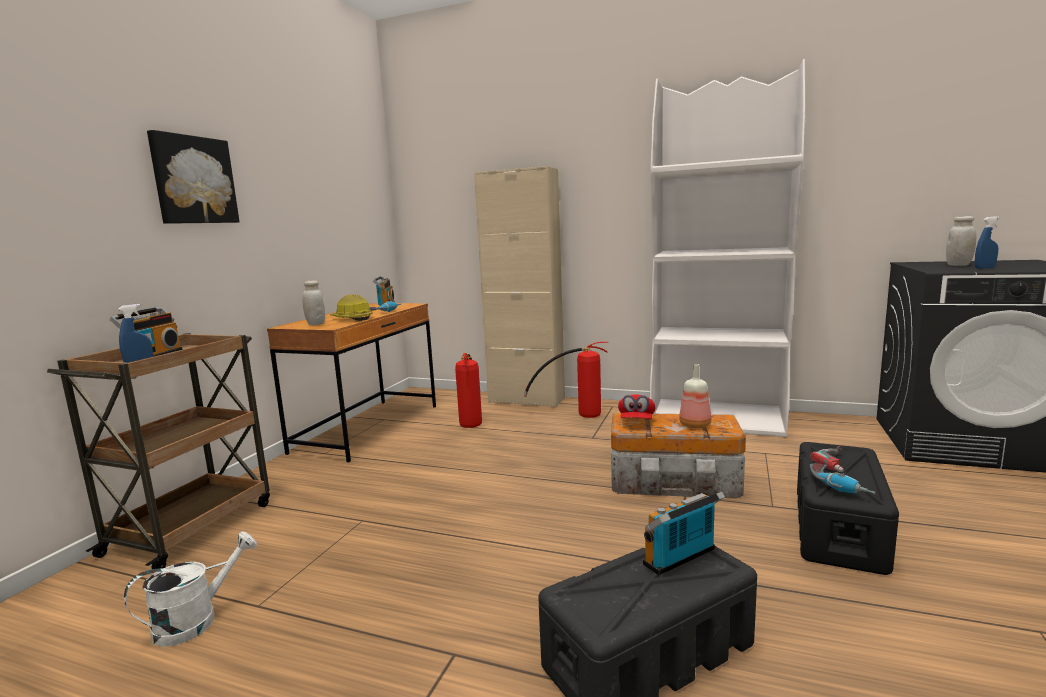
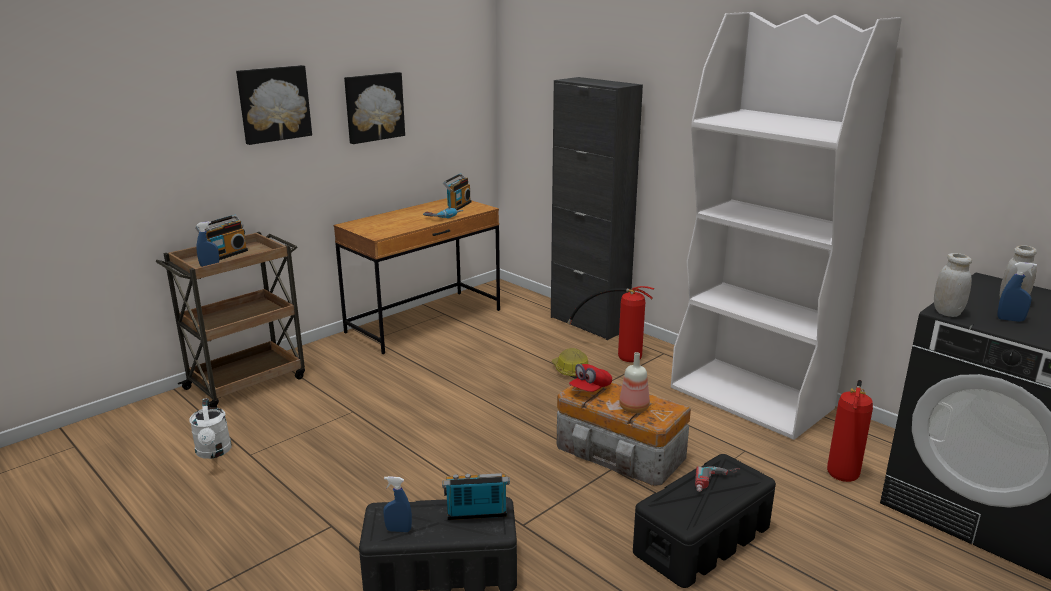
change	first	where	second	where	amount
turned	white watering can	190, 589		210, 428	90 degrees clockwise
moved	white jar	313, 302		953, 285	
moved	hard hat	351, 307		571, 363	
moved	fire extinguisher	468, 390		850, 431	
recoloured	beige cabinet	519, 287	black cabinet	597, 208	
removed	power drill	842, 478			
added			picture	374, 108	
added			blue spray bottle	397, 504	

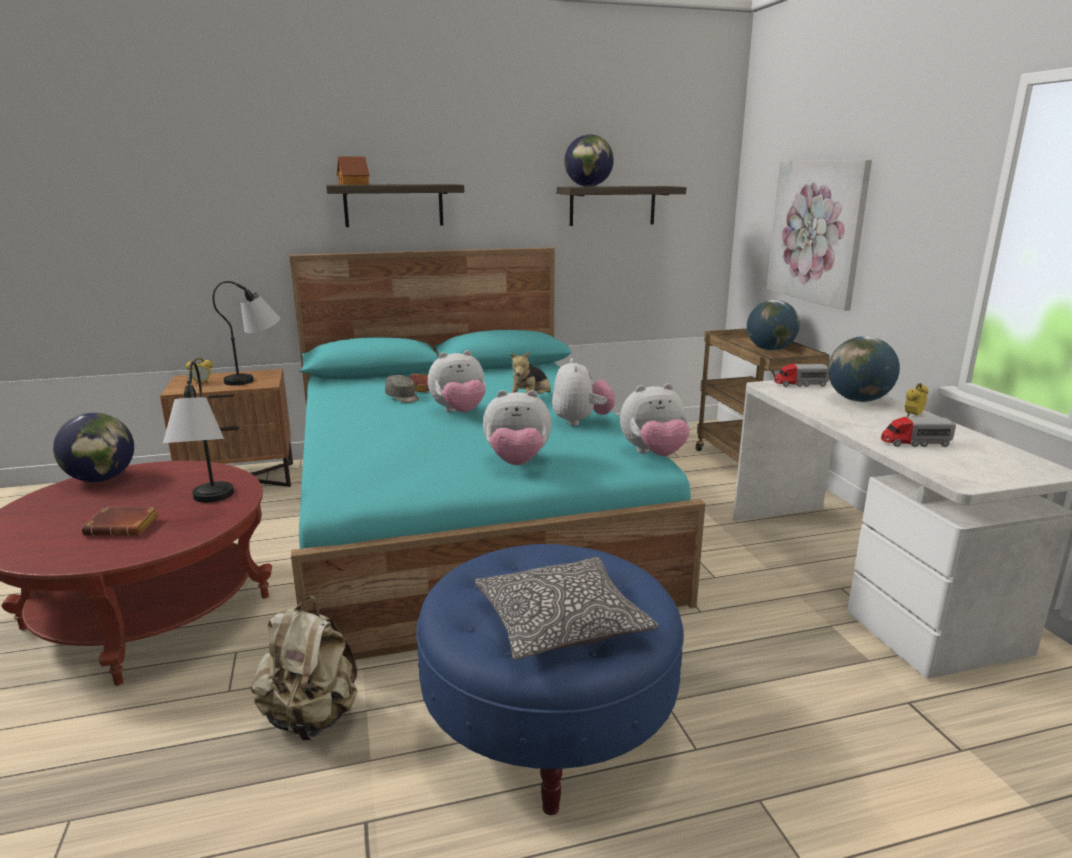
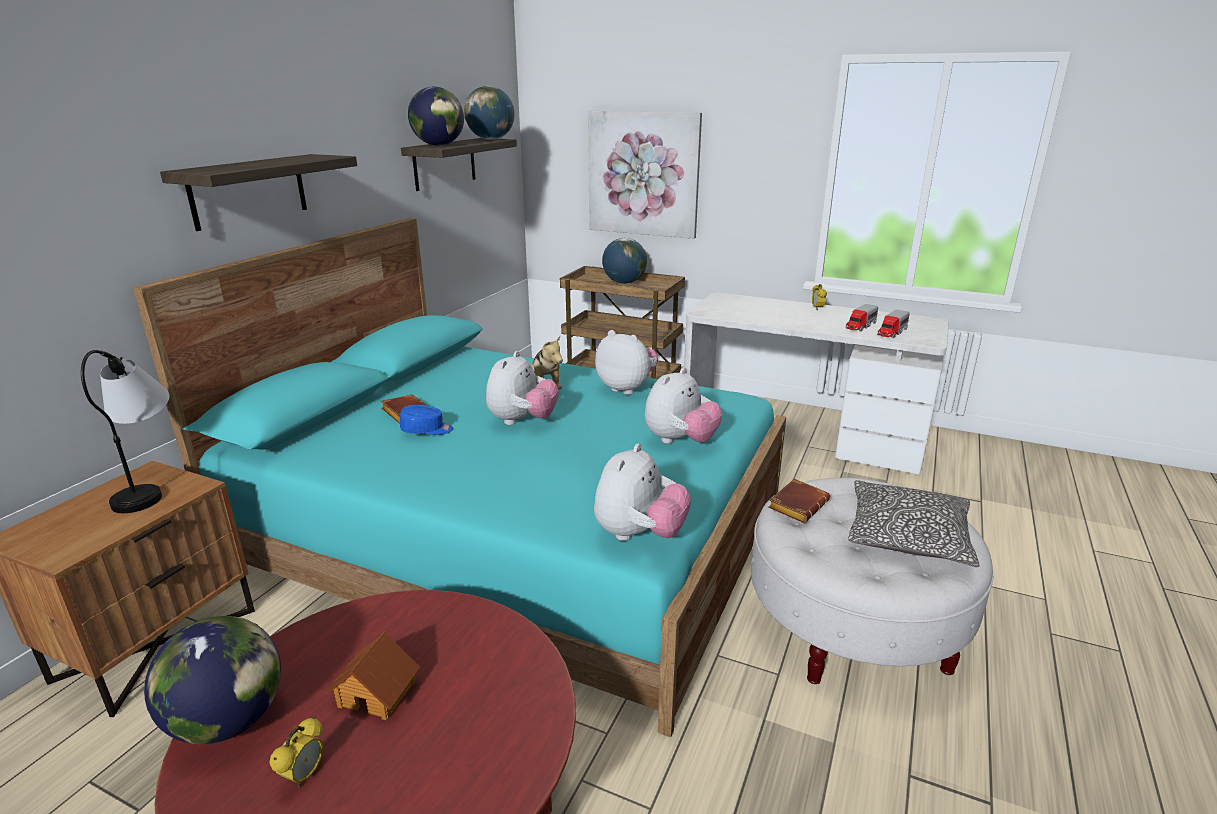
change	first	where	second	where	amount
moved	brown book	120, 521		799, 501	
removed	table lamp	198, 432			
moved	alarm clock	199, 371		296, 752	
removed	beige backpack	304, 668			
moved	toy house	353, 170		372, 676	
recoloured	grey cap	402, 389	blue cap	426, 420	
recoloured	blue ottoman	550, 679	white ottoman	872, 581	
moved	plush toy	655, 419		642, 492	
moved	toy truck	801, 375		893, 324	
moved	globe	864, 369		489, 113	

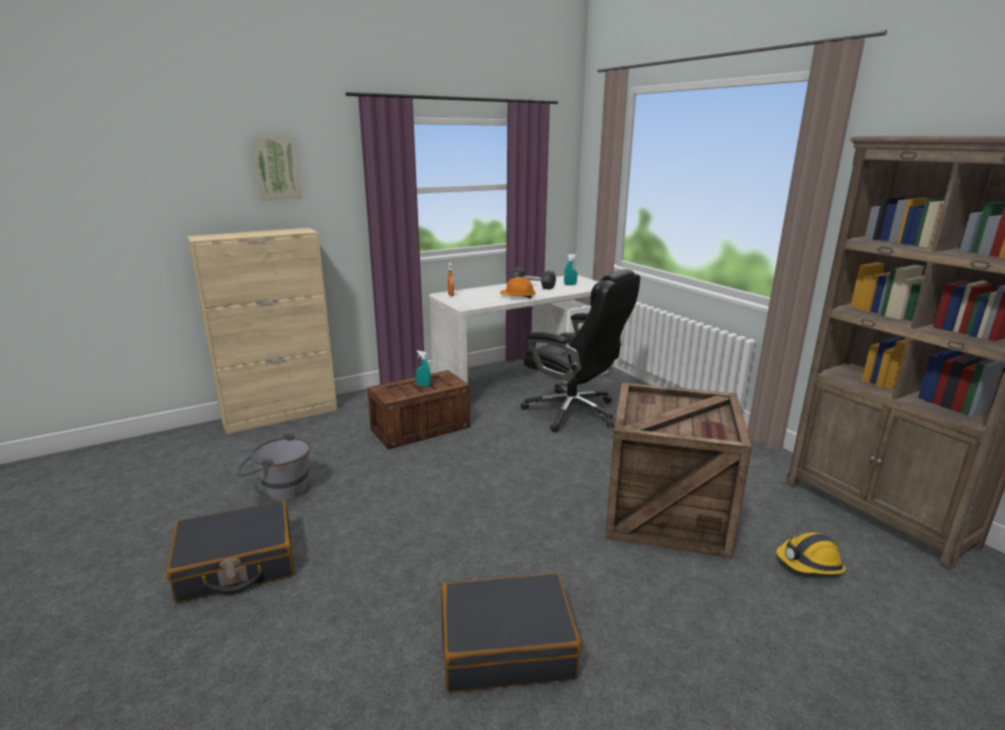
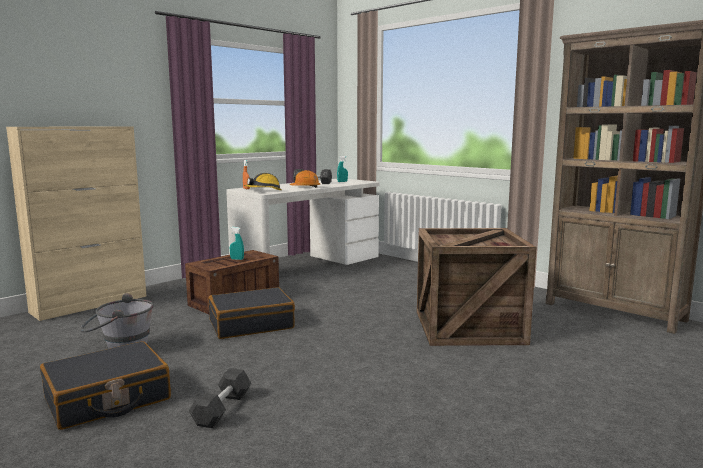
change	first	where	second	where	amount
removed	picture	276, 169			
moved	black suitcase	511, 632		252, 313	
removed	black office chair	580, 350			
moved	hard hat	811, 553		263, 181	
added			black dumbbell	220, 398	

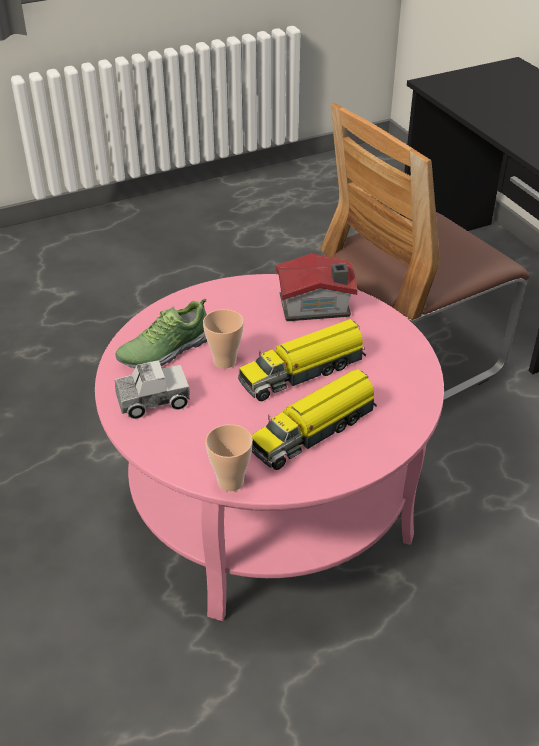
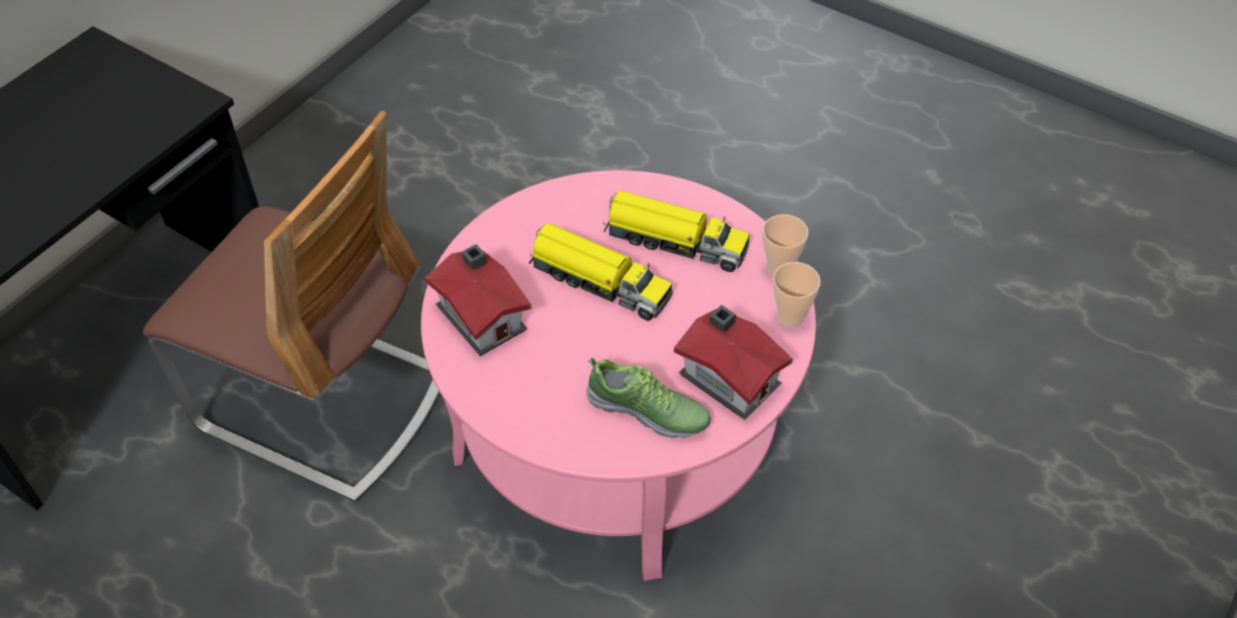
change	first	where	second	where	amount
replaced	toy truck	152, 389	toy house	733, 362	
moved	cup	223, 339		797, 295	

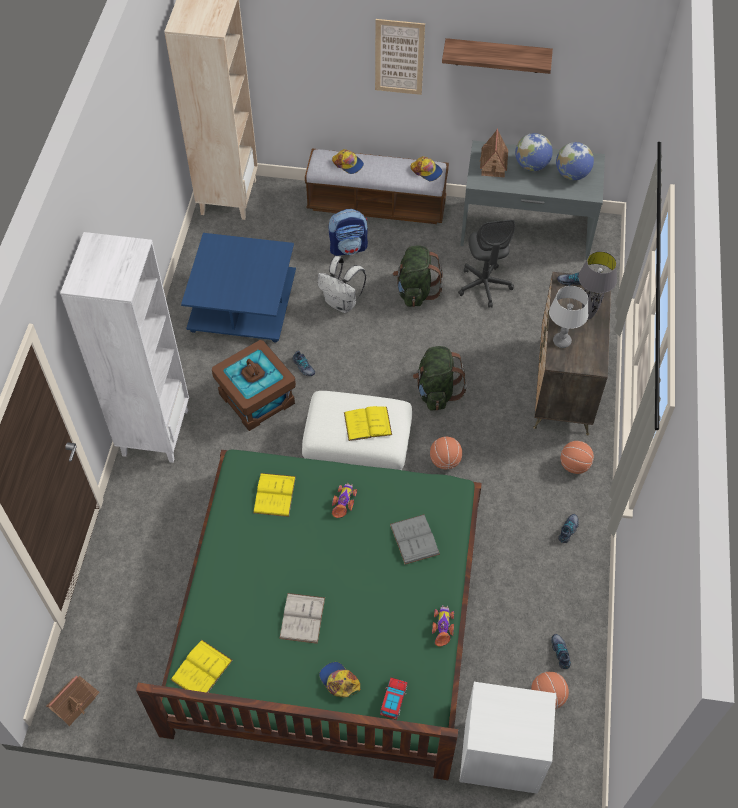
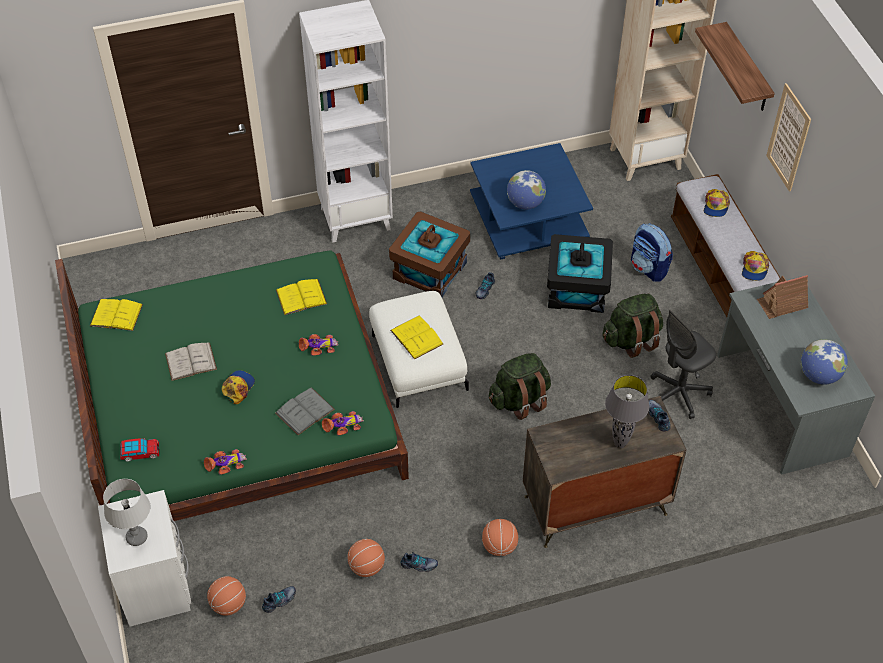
change	first	where	second	where	amount
removed	toy house	73, 701			
replaced	white backpack	342, 284	black storage box	580, 273	
moved	cap	339, 680		238, 387	
moved	basketball	446, 453		366, 558	
moved	shelf	497, 56		735, 66	
moved	globe	534, 152		526, 189	
moved	grey table lamp	568, 317		126, 512	
added			toy car	343, 423	

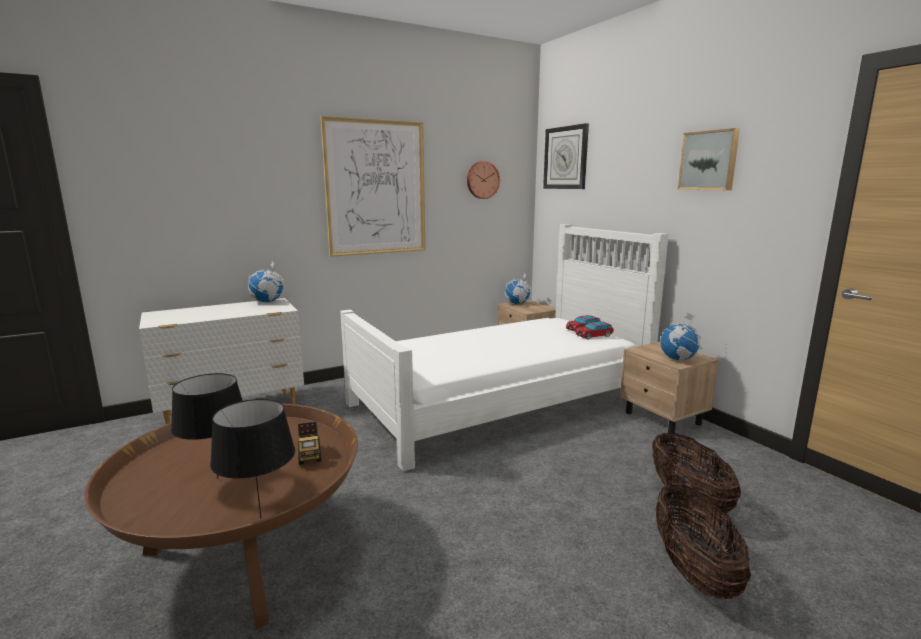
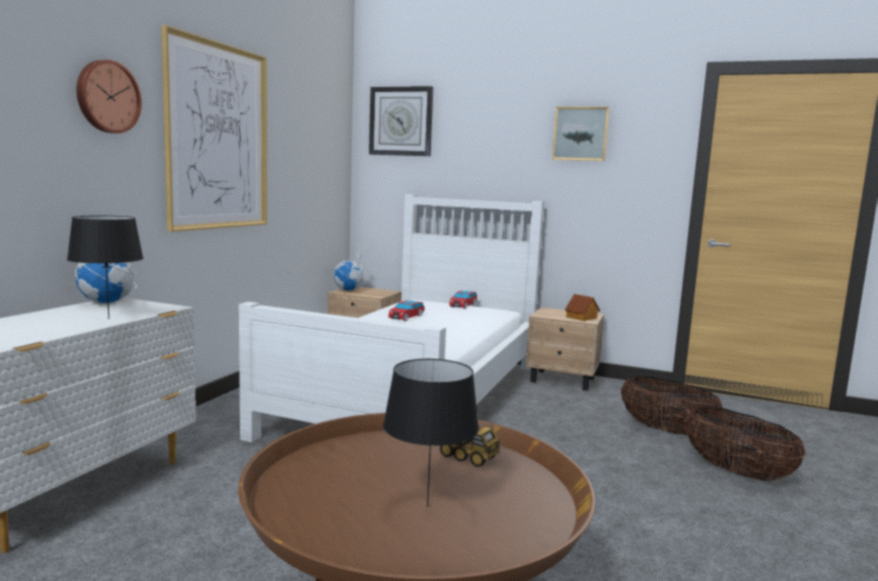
change	first	where	second	where	amount
moved	black table lamp	252, 459		105, 267	
moved	wall clock	483, 180		109, 96	
moved	toy car	595, 330		407, 310	
replaced	globe	681, 336	toy house	582, 307	

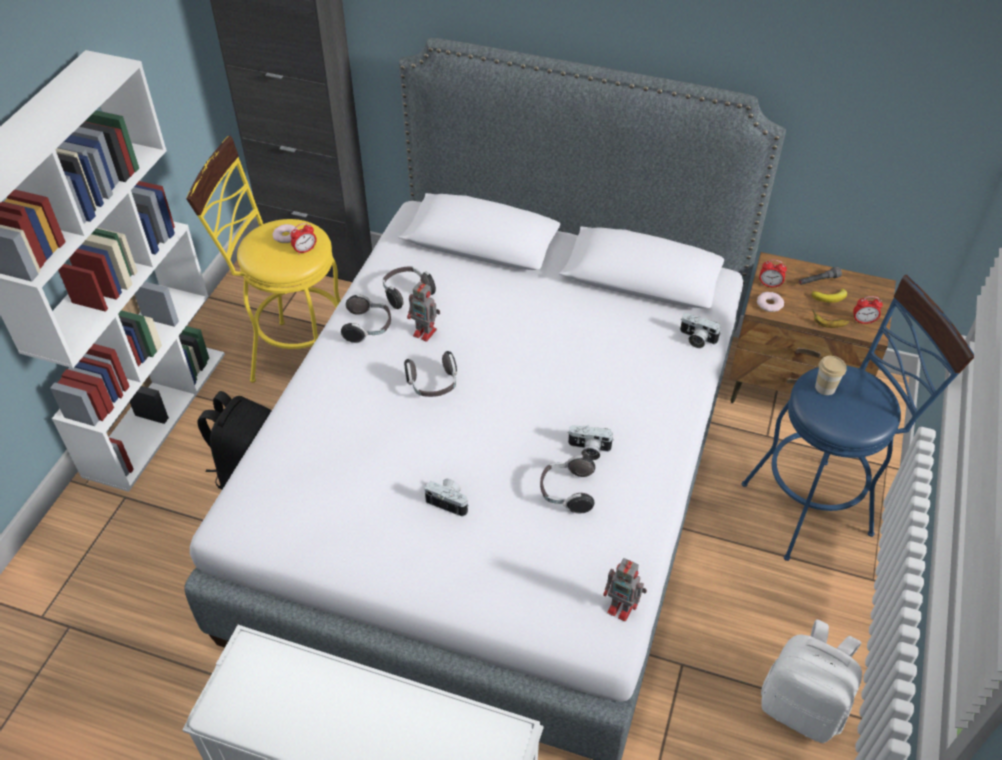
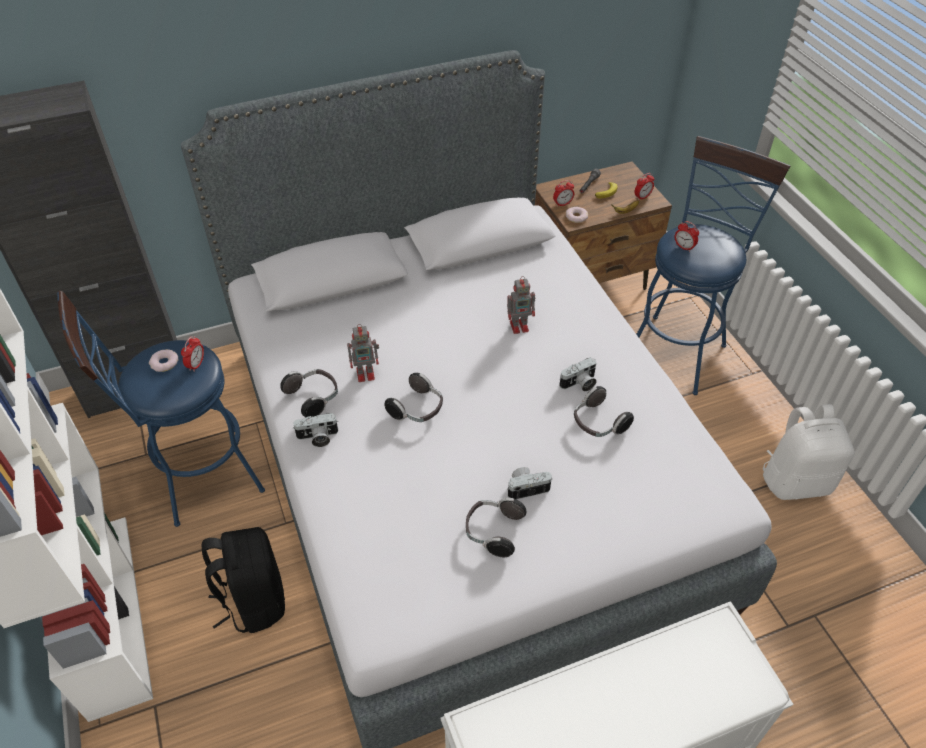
change	first	where	second	where	amount
recoloured	yellow stool	263, 259	blue stool	161, 409	
moved	headphones	409, 287		496, 527	
moved	toy robot	625, 589		521, 305	
moved	photo camera	700, 330		315, 430	
replaced	cup	831, 375	alarm clock	687, 236	

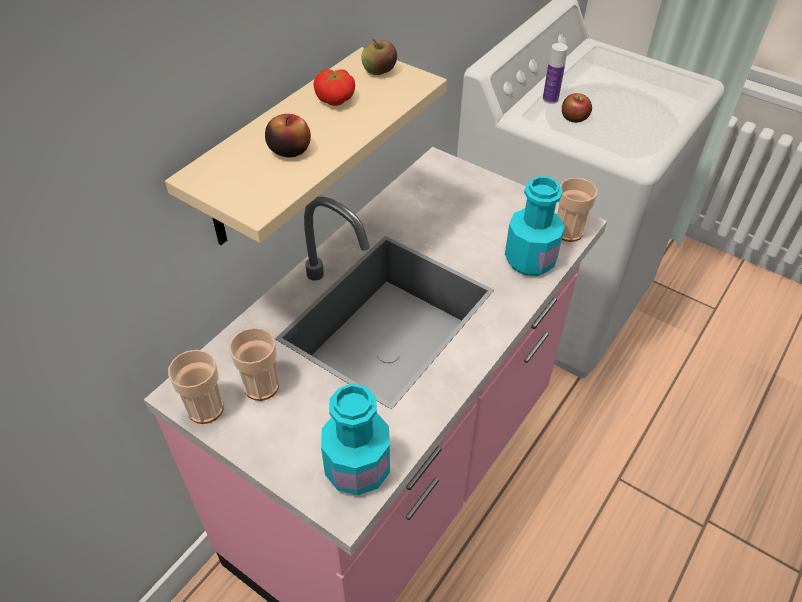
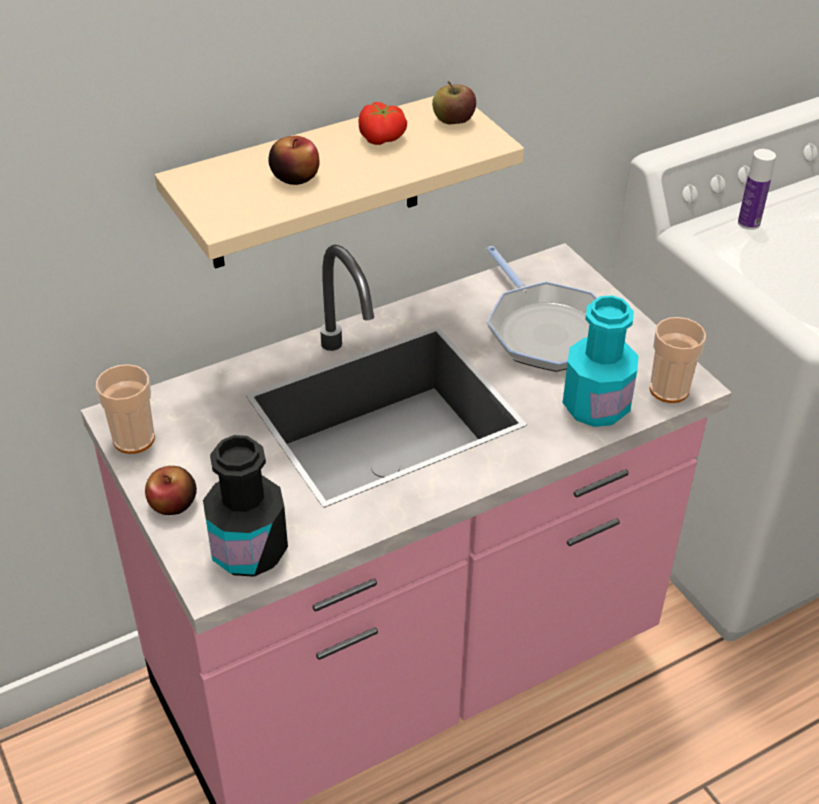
change	first	where	second	where	amount
removed	cup	254, 364			
recoloured	turquoise bottle	355, 439	black bottle	245, 506	
moved	apple	577, 108		171, 490	
added			frying pan	542, 309	

